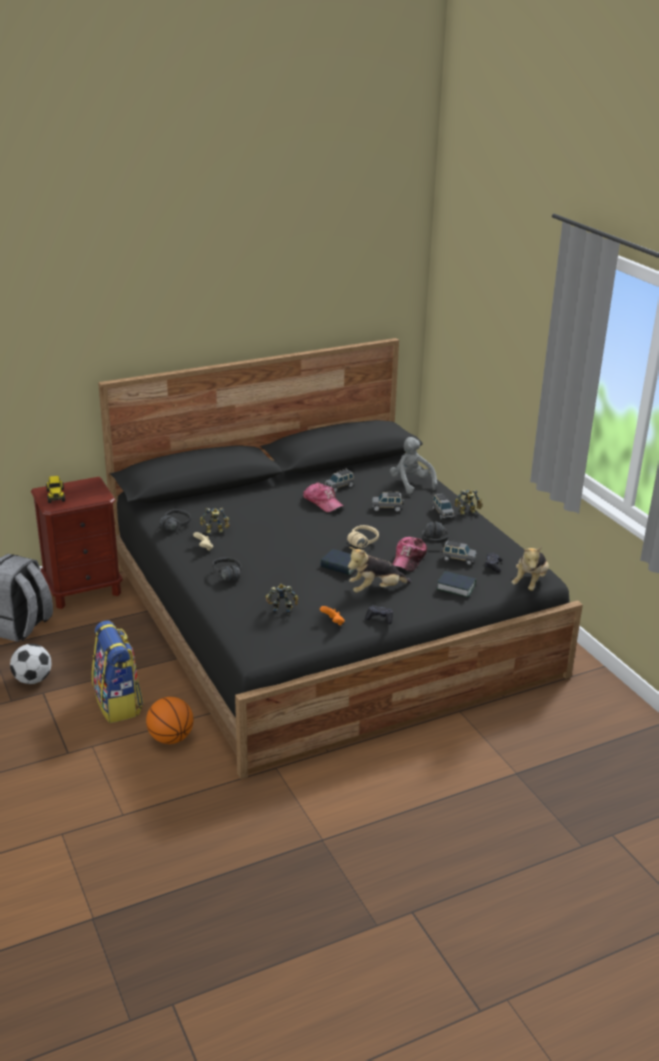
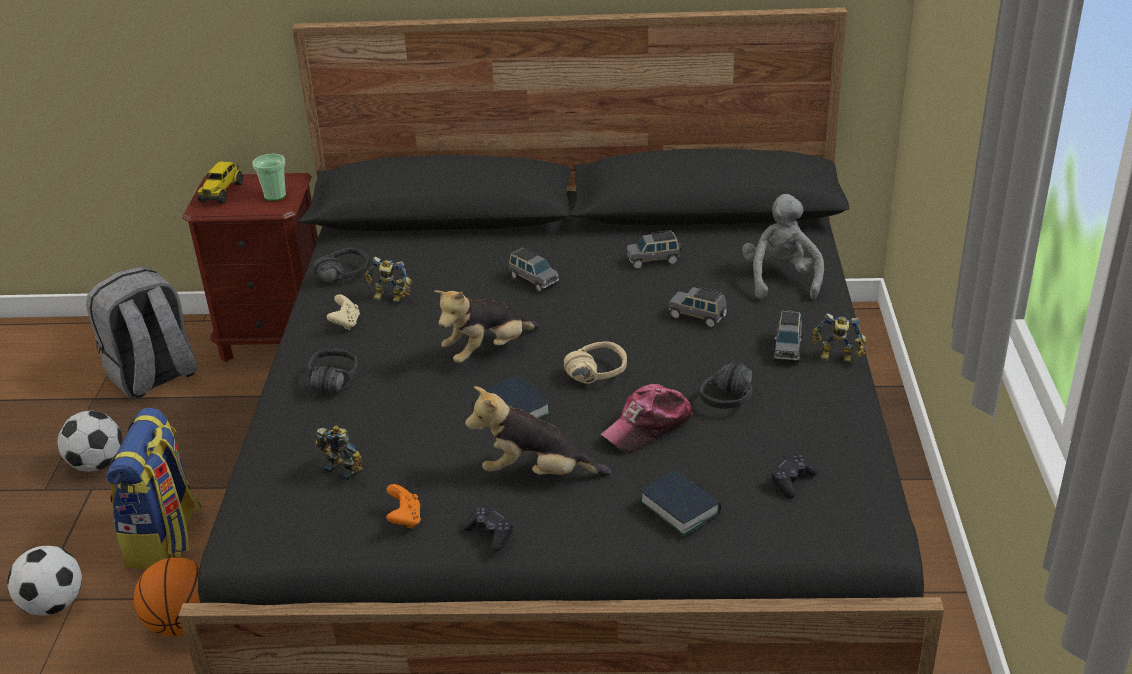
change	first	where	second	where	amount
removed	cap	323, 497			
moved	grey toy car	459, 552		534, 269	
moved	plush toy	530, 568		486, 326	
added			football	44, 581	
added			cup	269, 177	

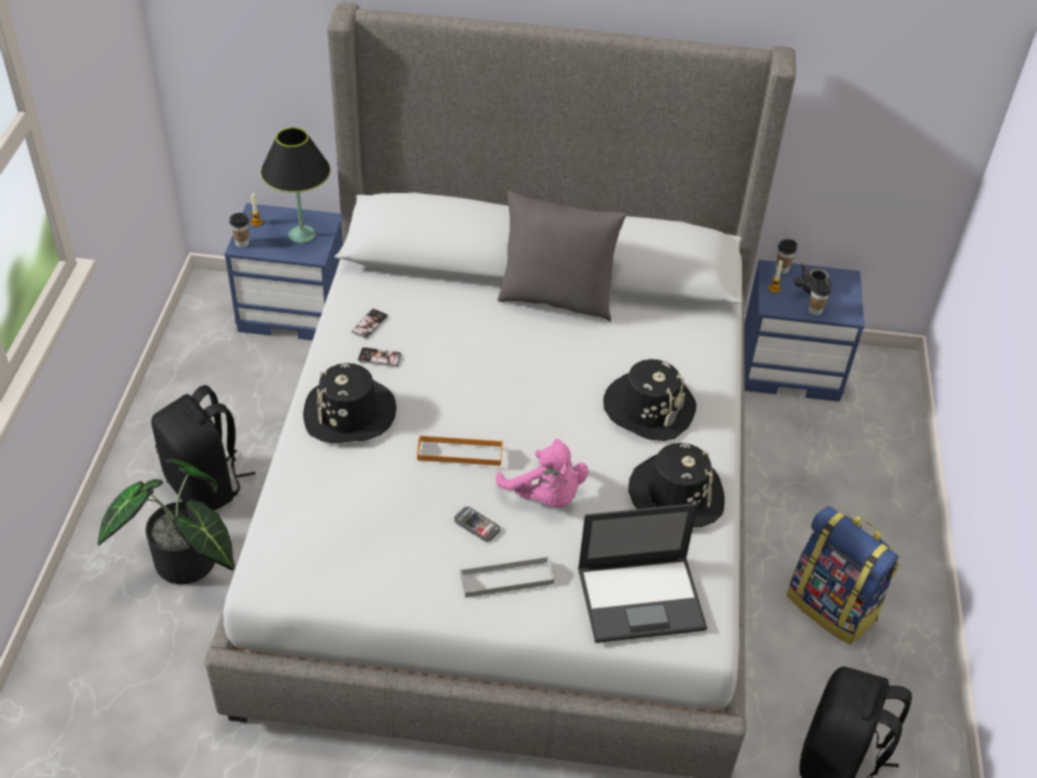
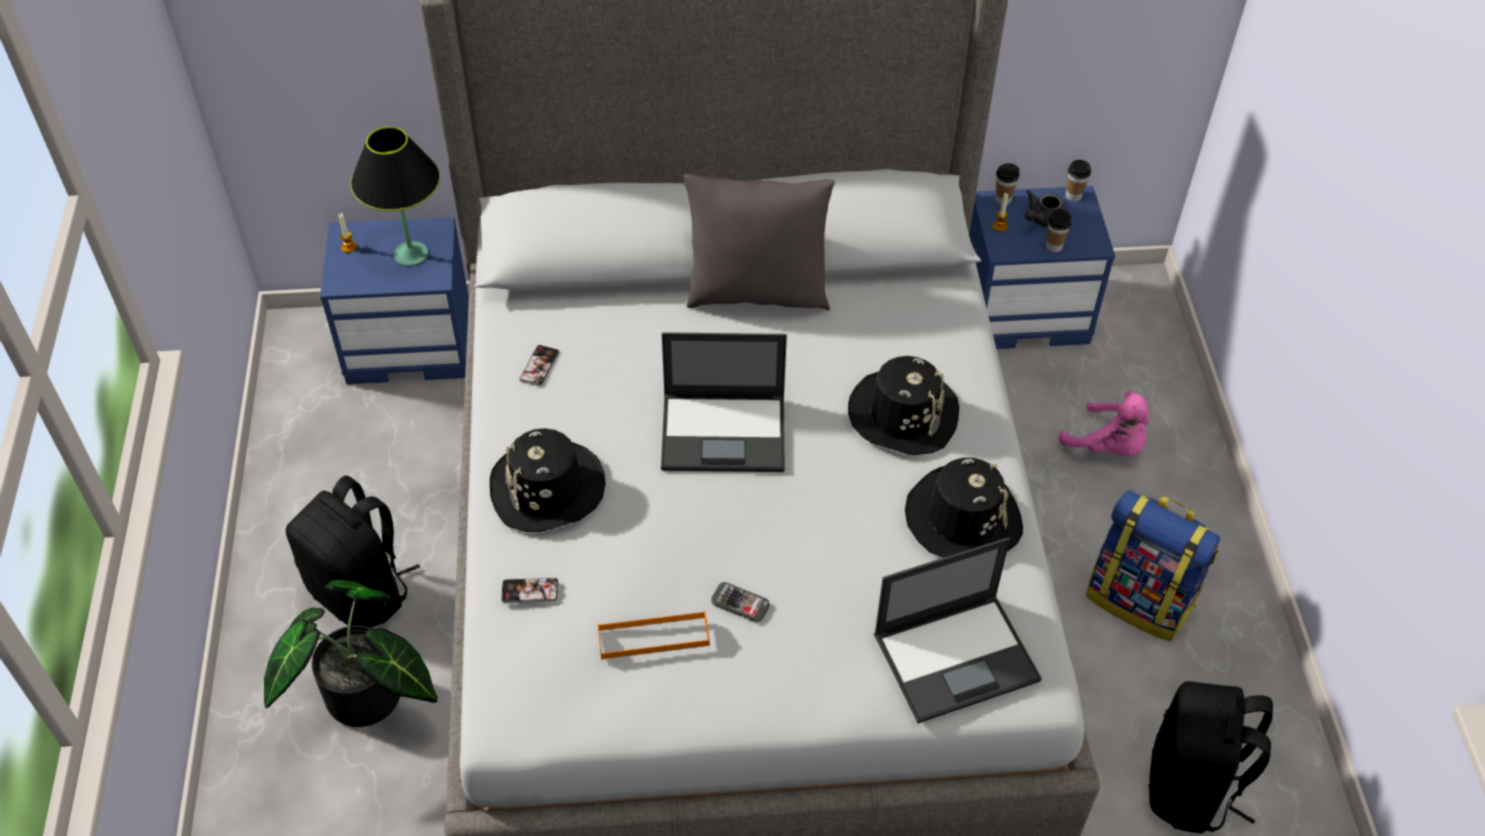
change	first	where	second	where	amount
moved	cup	239, 230		1078, 181	
moved	phone	380, 357		530, 590	
moved	orange tray	460, 450		653, 635	
removed	grey tray	507, 577			
moved	pink plush toy	542, 473		1104, 423	
added			laptop	724, 402	

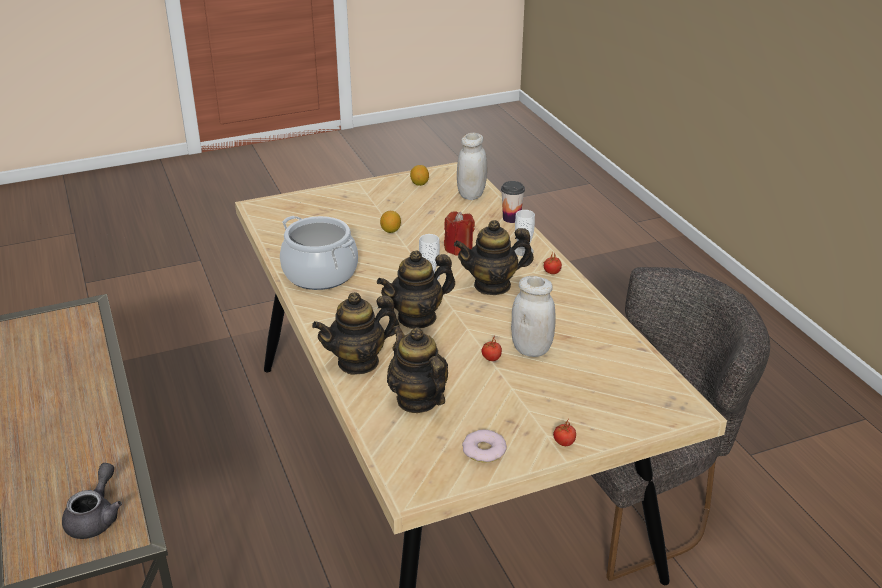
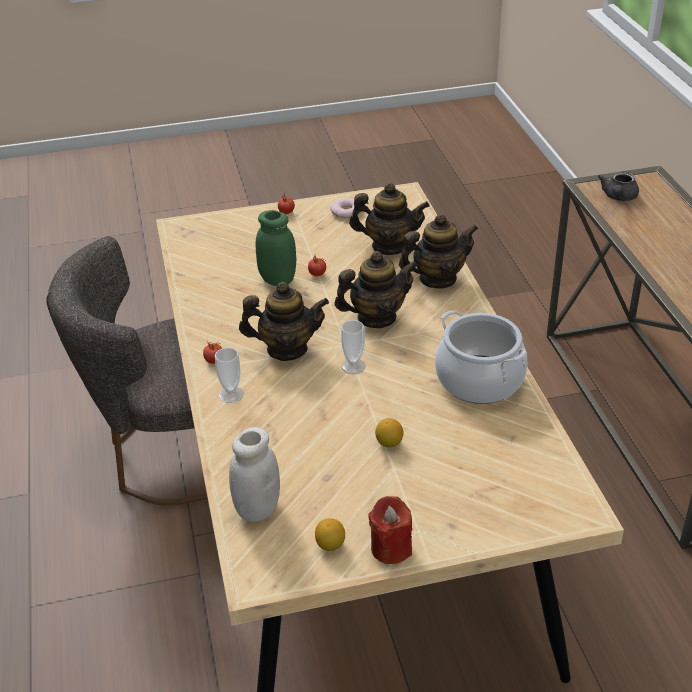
change	first	where	second	where	amount
turned	teapot	417, 369		389, 219	60 degrees counterclockwise
moved	red candle	459, 234		390, 530	
removed	cup	513, 202			
recoloured	white jar	533, 316	green jar	276, 248	

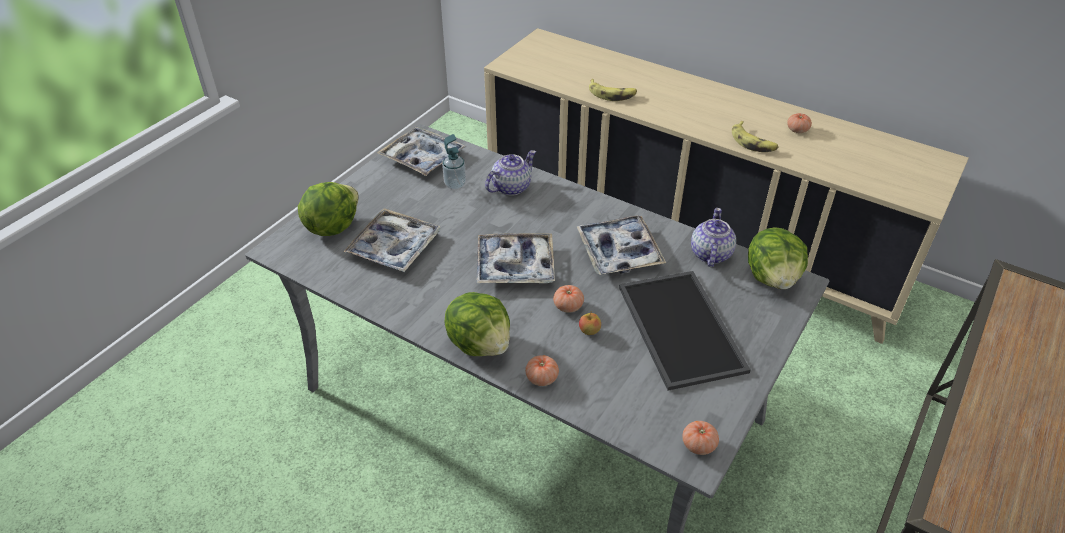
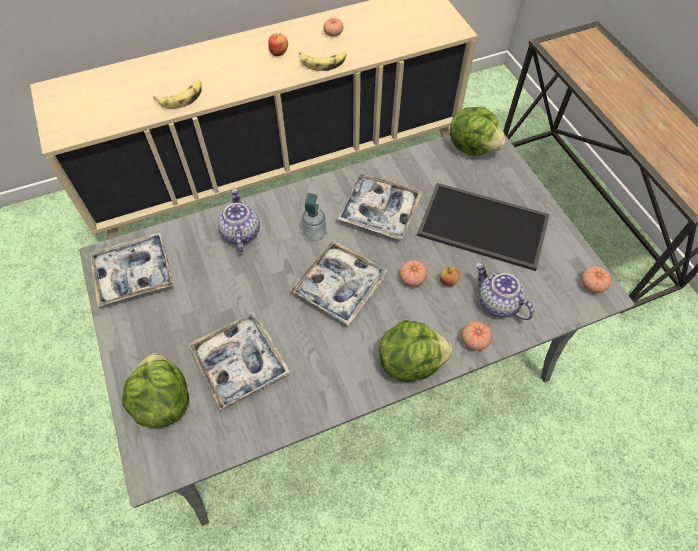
change	first	where	second	where	amount
moved	soap dispenser	454, 162		314, 217	
moved	teapot	713, 237		505, 291	
added			apple	278, 44	

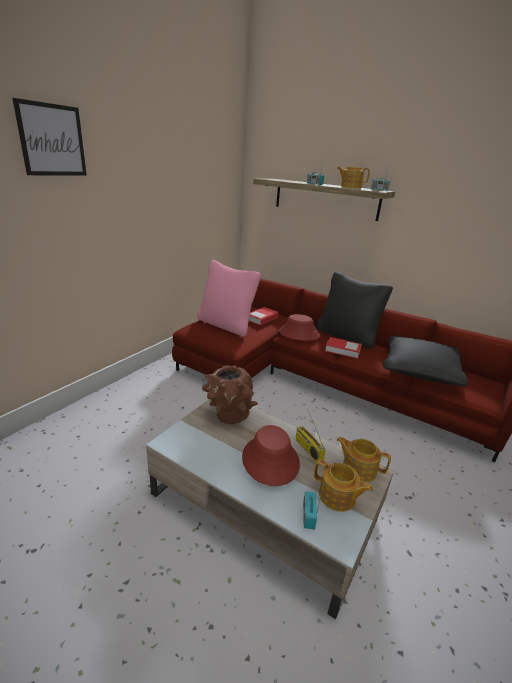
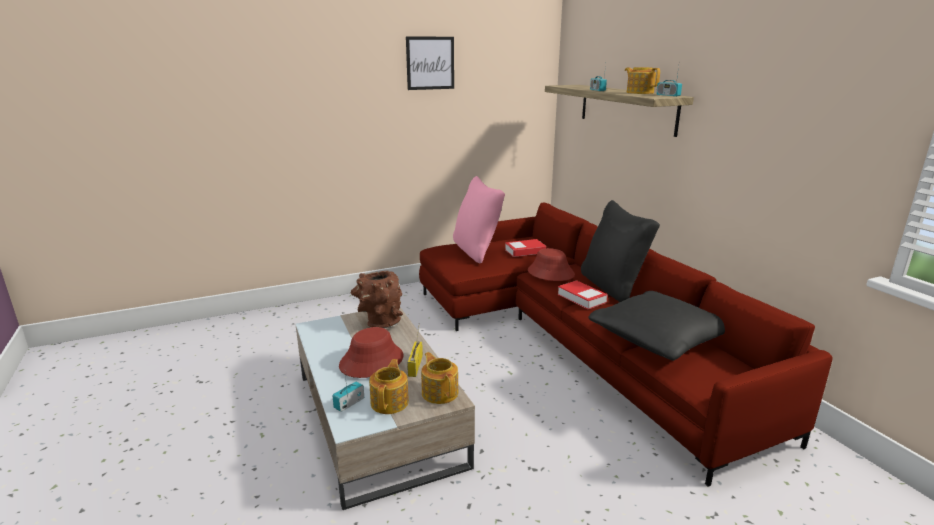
change	first	where	second	where	amount
moved	picture	49, 136		430, 63	
turned	teapot	343, 485		389, 386	150 degrees counterclockwise

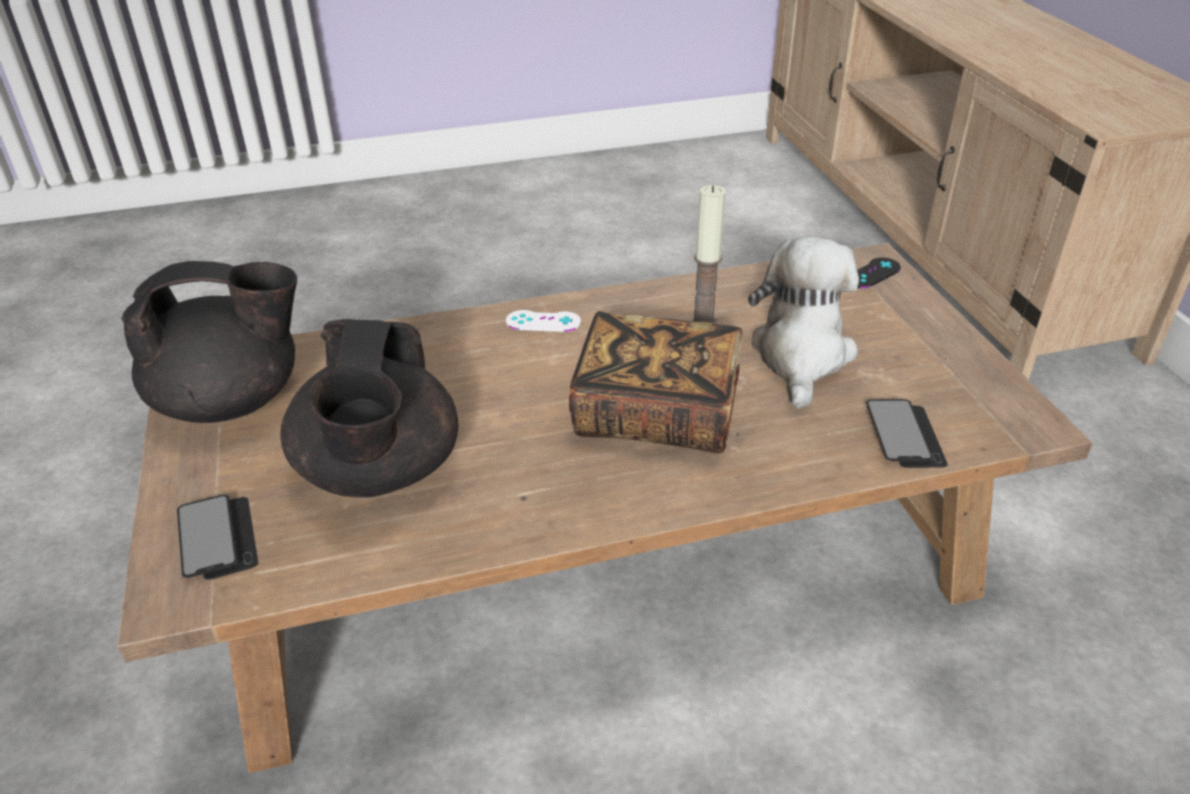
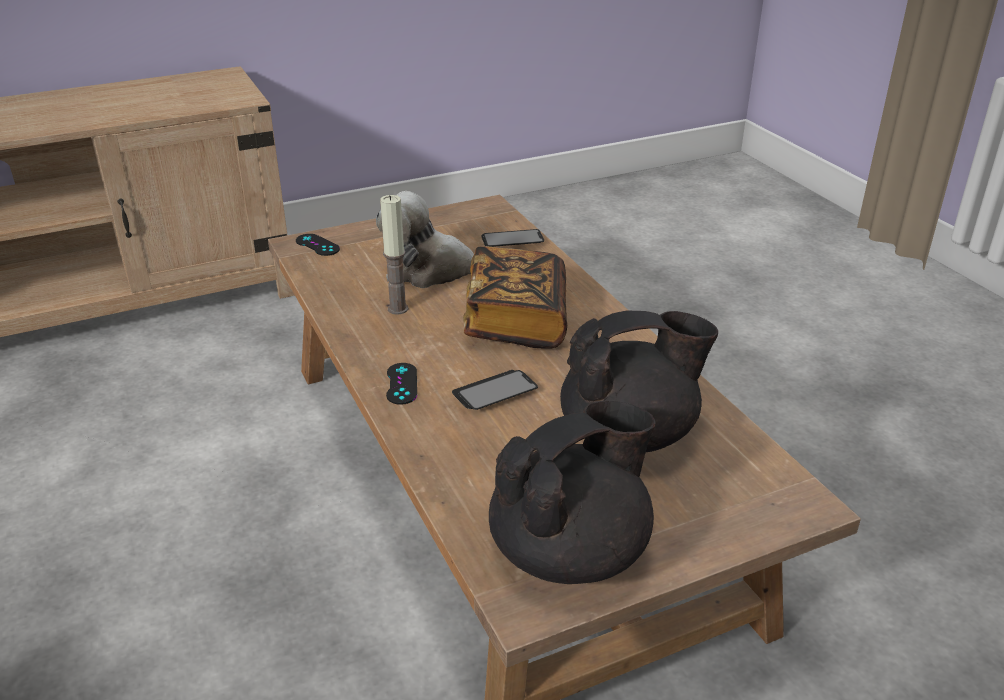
change	first	where	second	where	amount
turned	black teapot	209, 342		572, 492	75 degrees clockwise
moved	phone	217, 537		495, 390	
recoloured	white game controller	543, 321	black game controller	401, 384	

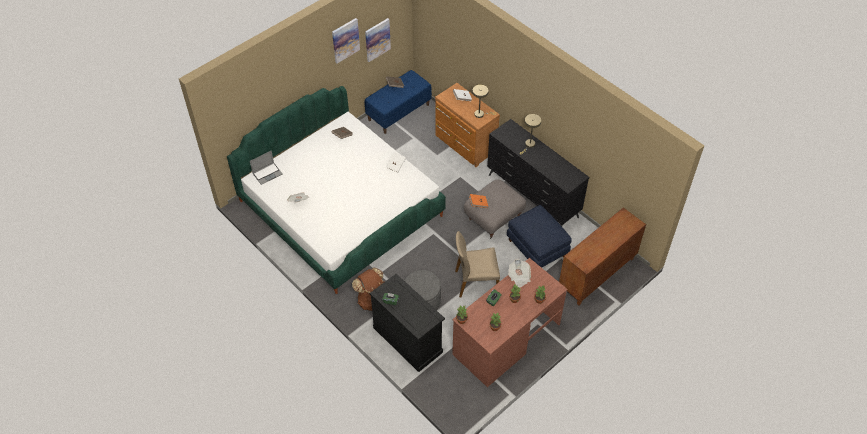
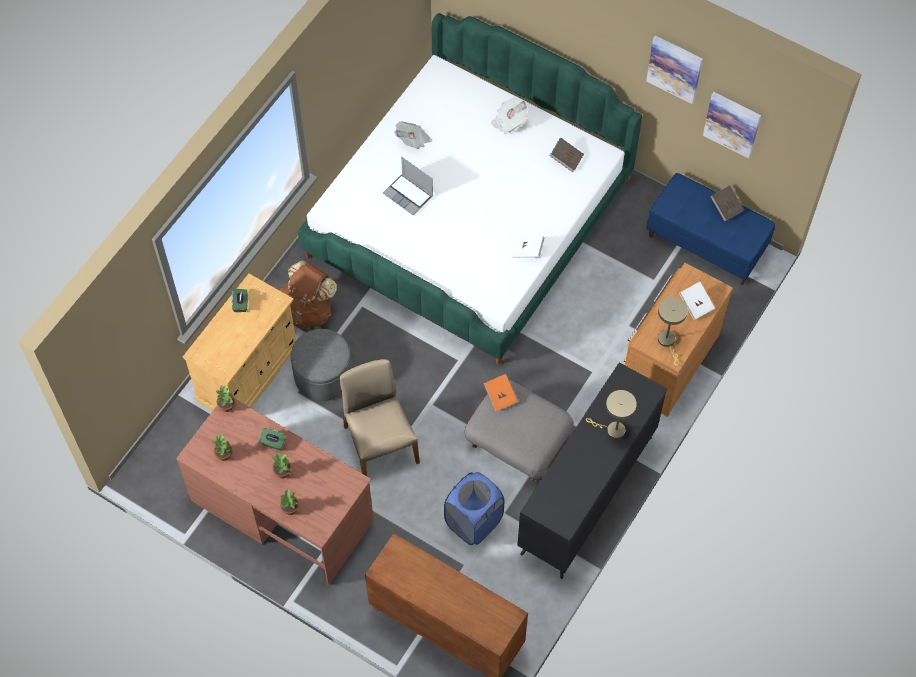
change	first	where	second	where	amount
moved	laptop	266, 168		408, 186	
recoloured	black cabinet	407, 323	beige cabinet	239, 342	
replaced	blue ottoman	539, 236	blue laundry basket	474, 508	
moved	newspaper	519, 273		509, 116	

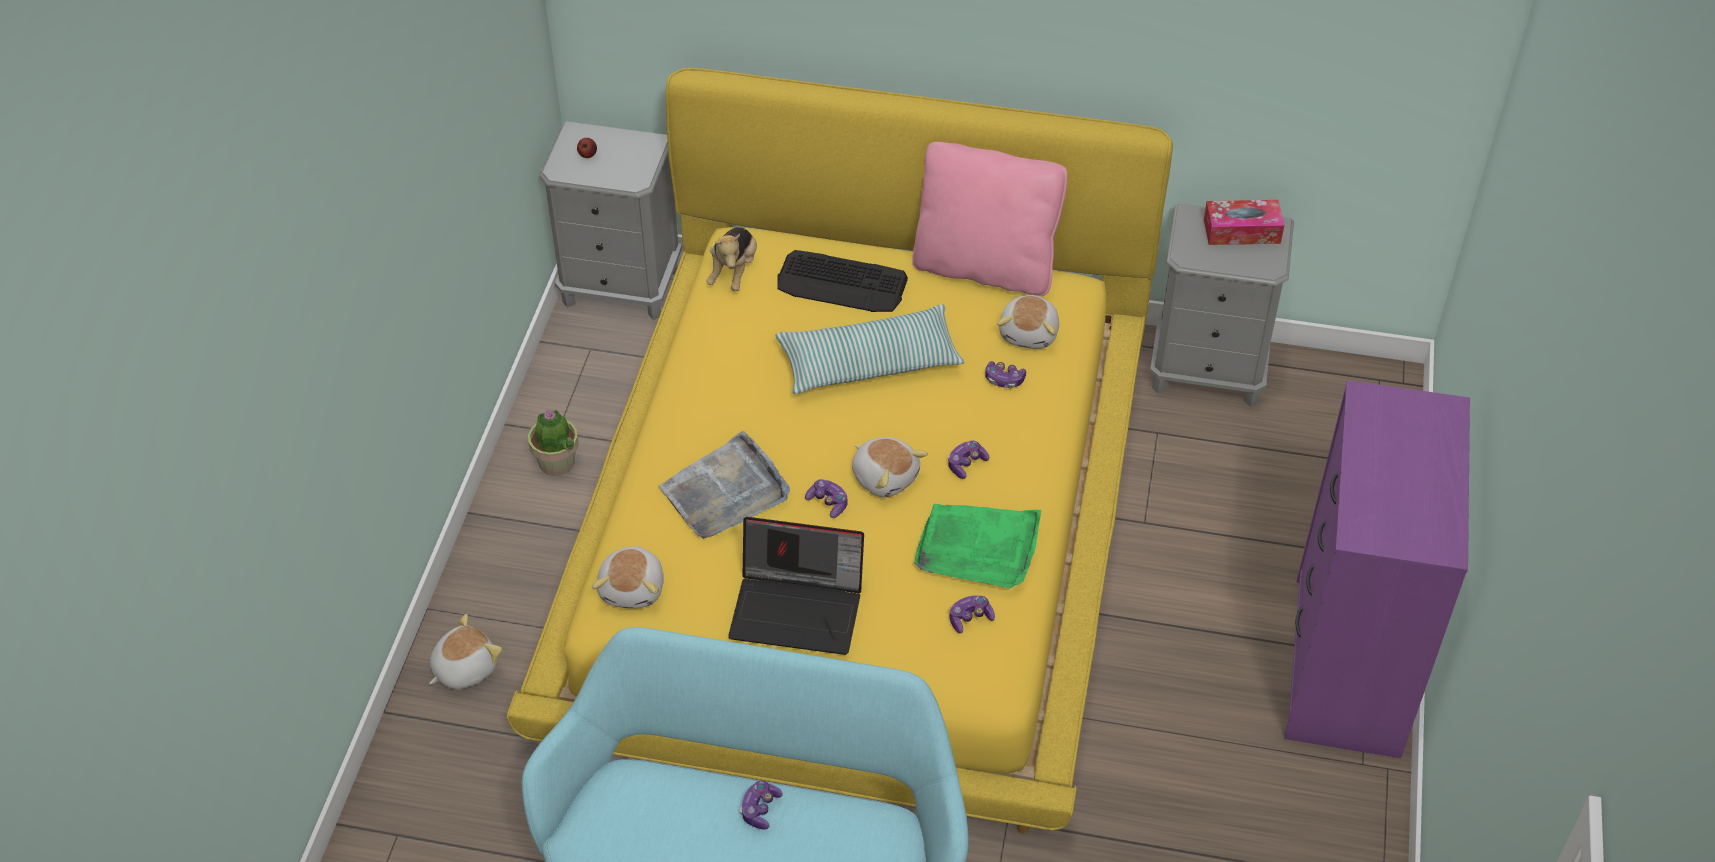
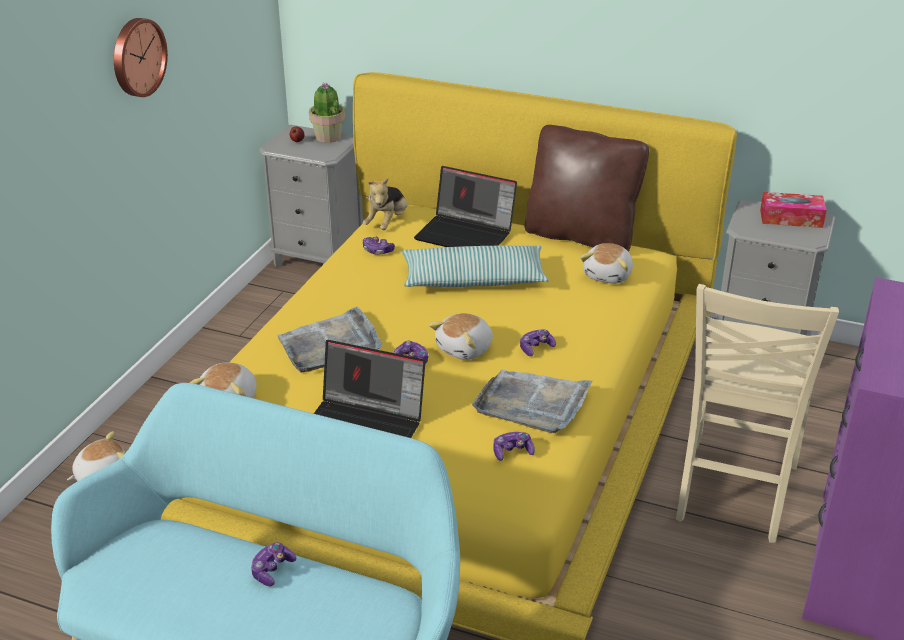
change	first	where	second	where	amount
moved	potted plant	553, 443		327, 113	
replaced	keyboard	842, 281	laptop	465, 206	
turned	plush toy	890, 467		461, 336	75 degrees clockwise
recoloured	pink pillow	990, 219	brown pillow	587, 188	
recoloured	green tray	977, 546	grey tray	532, 401	
moved	game controller	1005, 374		379, 245	
added			wall clock	141, 57	
added			beige chair	757, 413	

